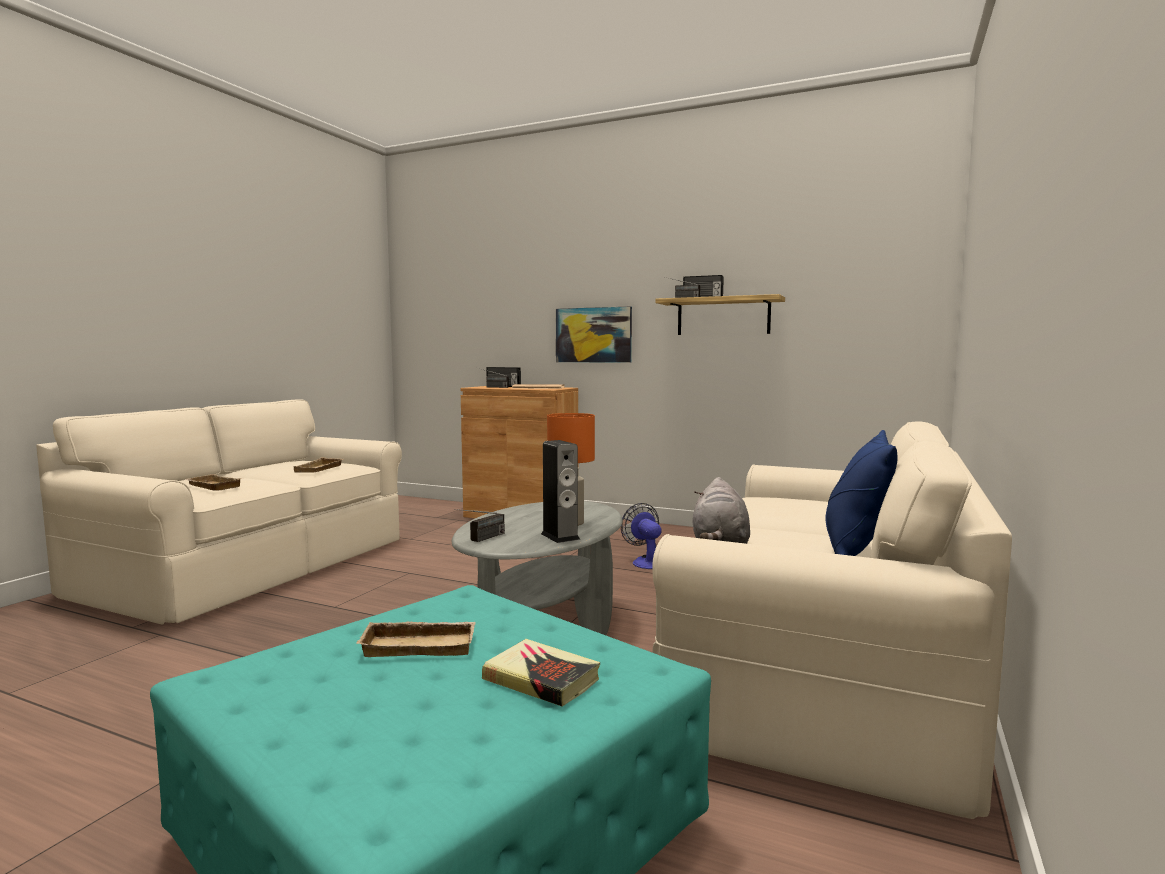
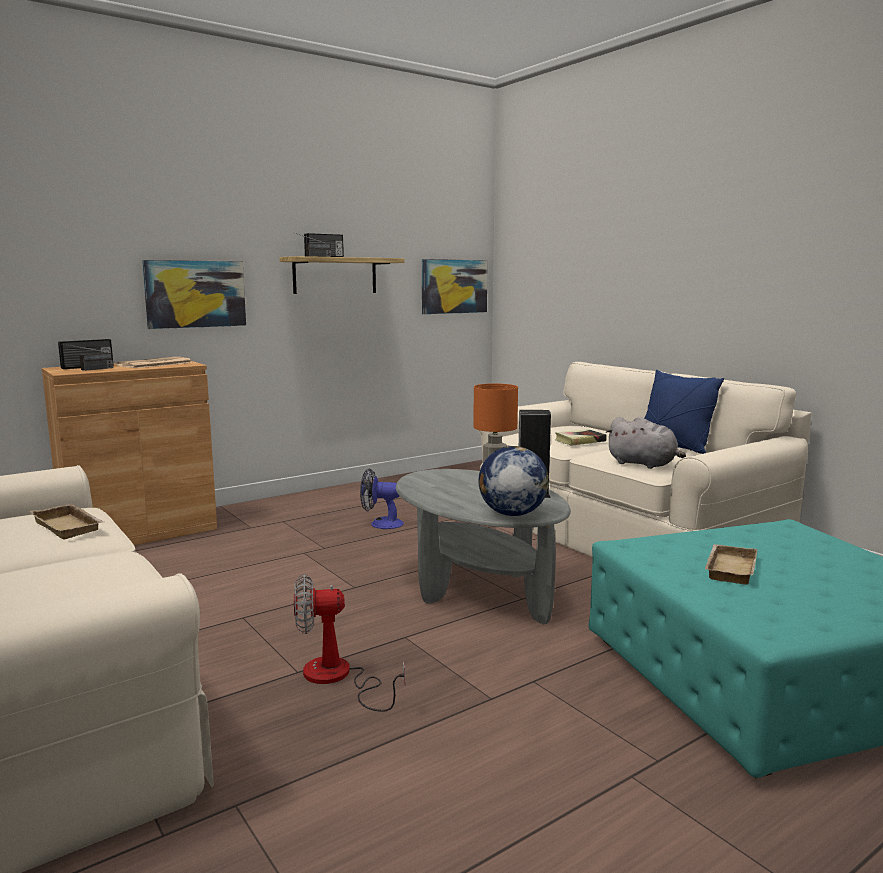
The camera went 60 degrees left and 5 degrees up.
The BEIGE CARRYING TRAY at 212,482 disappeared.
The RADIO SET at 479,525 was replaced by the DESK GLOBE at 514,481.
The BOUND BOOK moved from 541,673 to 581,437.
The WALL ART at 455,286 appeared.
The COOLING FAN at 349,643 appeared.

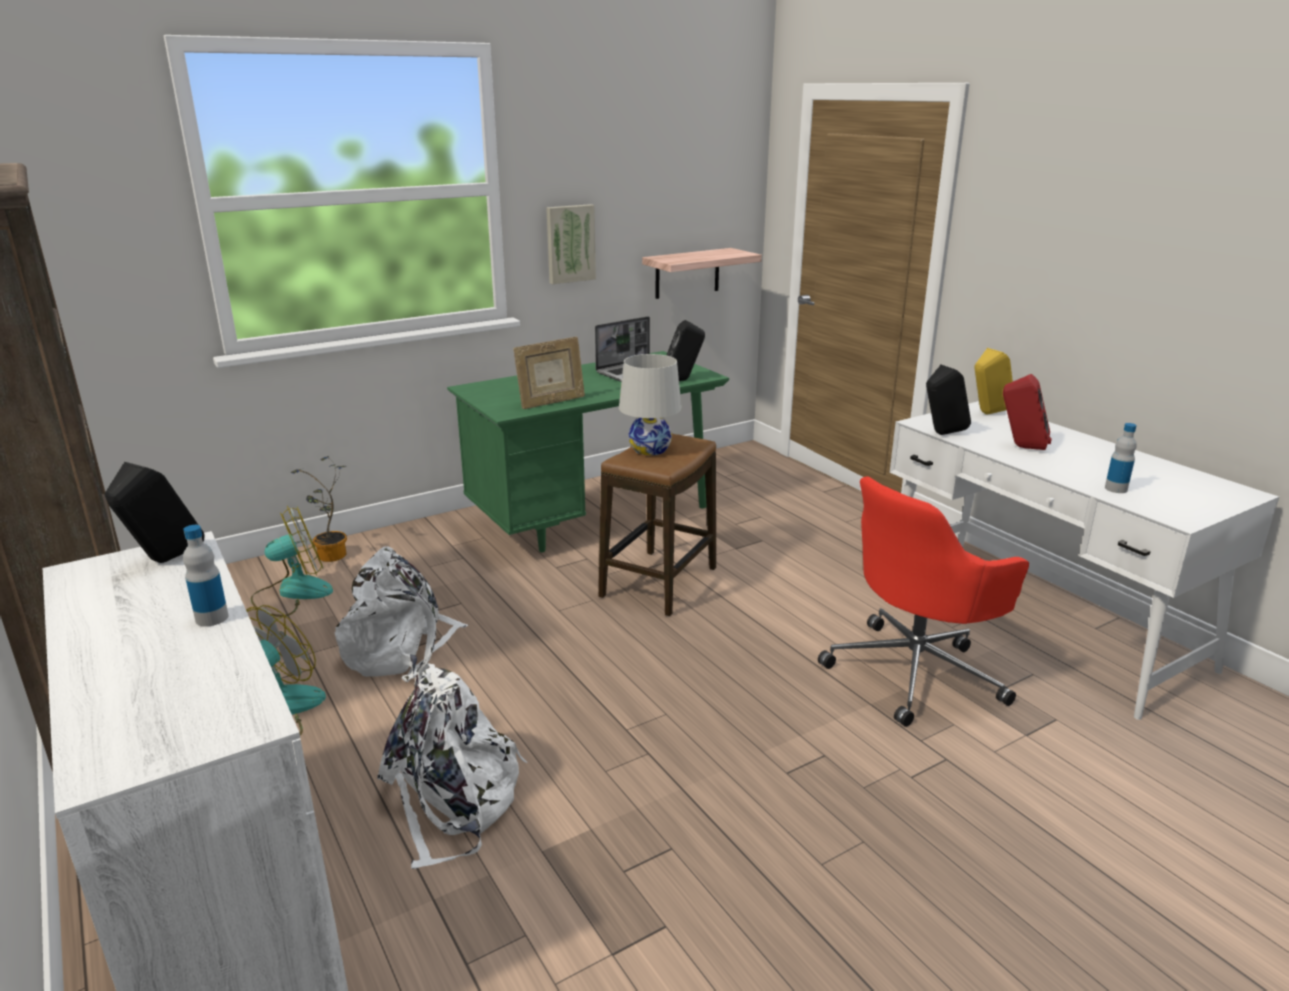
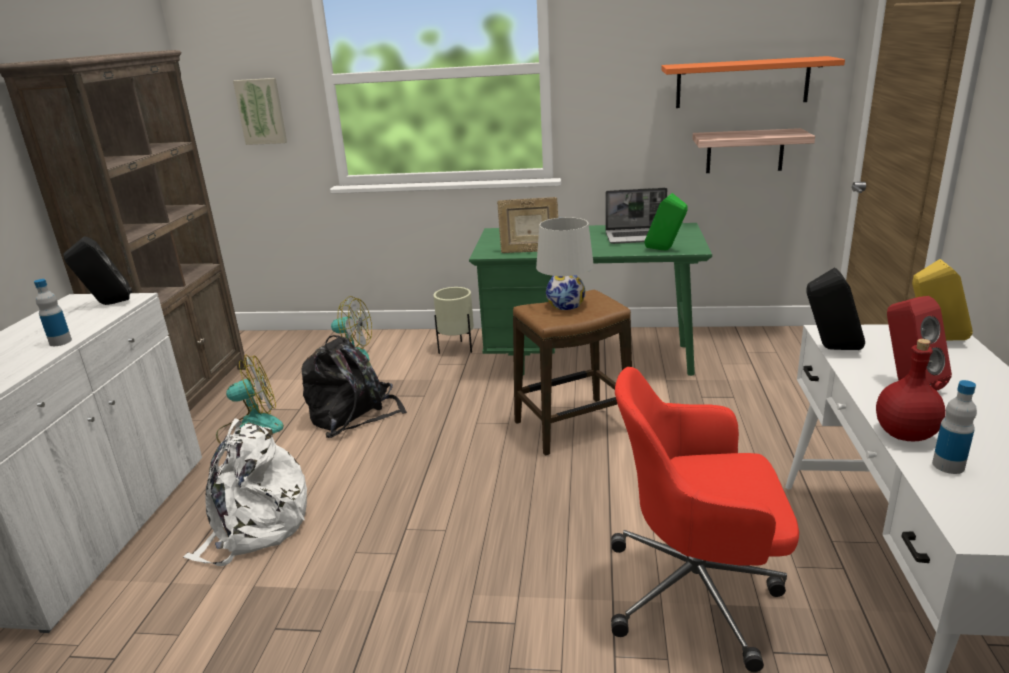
The camera went 40 degrees right and 0 degrees up.
The WALL ART moved from 571,244 to 260,111.
The BLACK LOUDSPEAKER at 685,350 became the GREEN LOUDSPEAKER at 666,221.
The POTTED PLANT at 319,509 disappeared.
The WHITE-COLOURED BACKPACK at 401,614 became the BLACK BACKPACK at 354,386.
The ORANGEY BRACKET SHELF at 753,82 appeared.
The BEIGE PLANTER at 453,320 appeared.
The RED BOTTLE at 911,390 appeared.

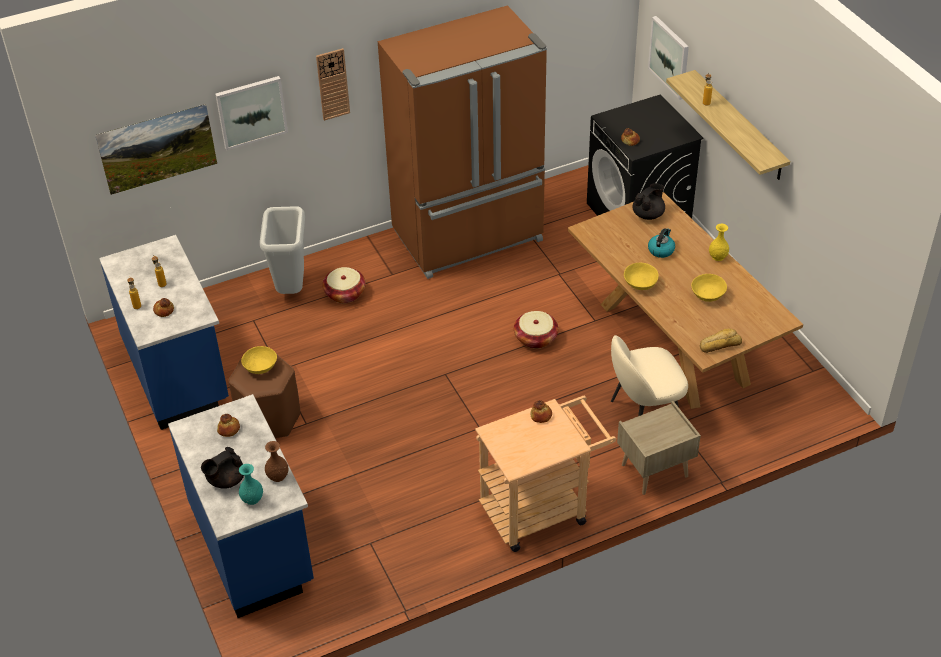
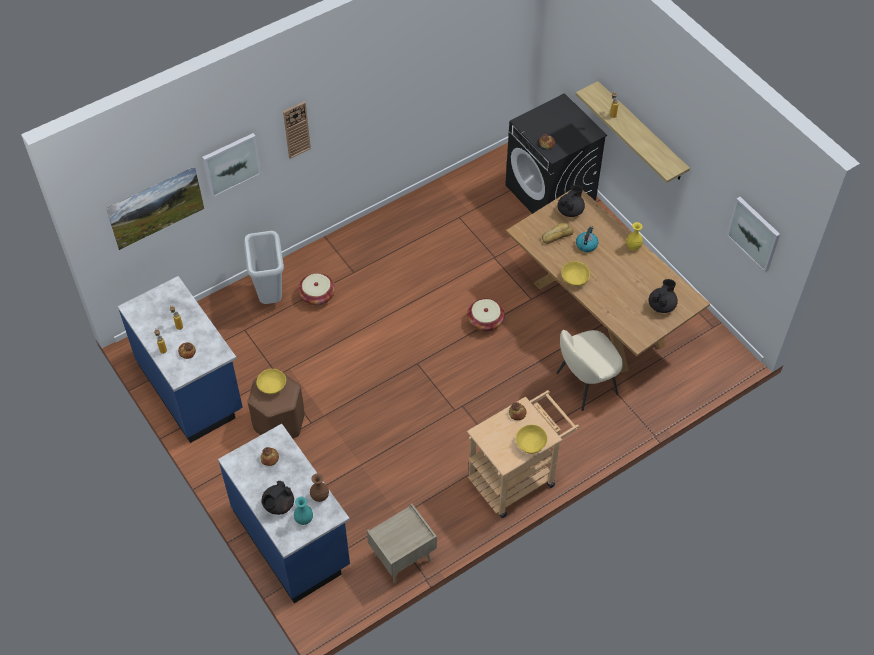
The camera went 10 degrees left and 10 degrees up.
The BROWN-COLOURED KITCHEN FRIDGE at 462,142 disappeared.
The WALL ART moved from 668,58 to 753,235.
The YELLOWISH SERVING BOWL moved from 709,288 to 532,439.
The BAKERY BREAD moved from 721,340 to 558,233.
The BEIGE NIGHT TABLE moved from 659,448 to 402,544.
The BLACK POT FOR TEA at 663,296 appeared.

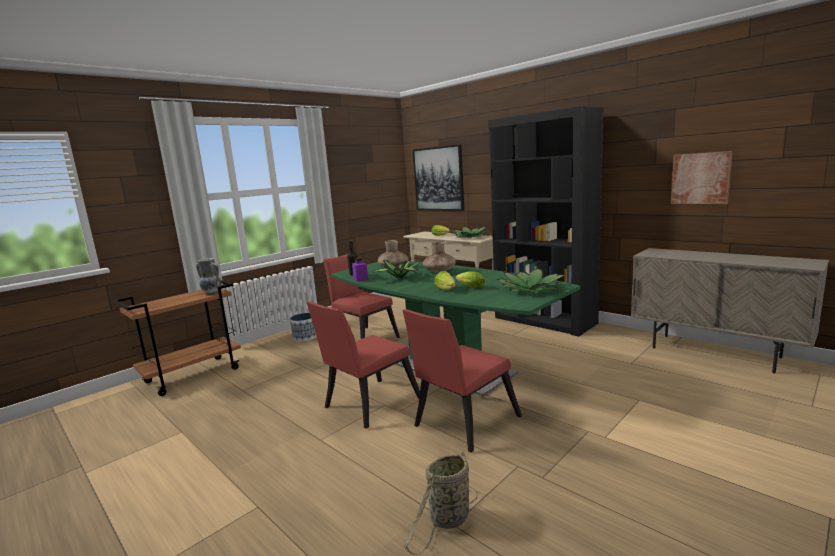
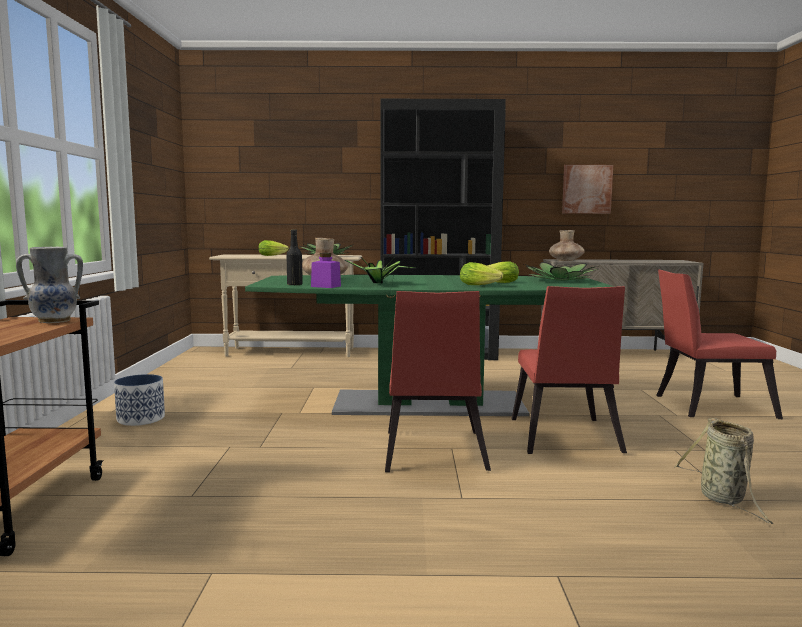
The camera went 45 degrees left and 5 degrees down.
The WALL ART at 438,177 disappeared.
The BROWN-COLOURED VASE moved from 439,257 to 567,245.
The RED UPRIGHT CHAIR moved from 361,296 to 719,344.

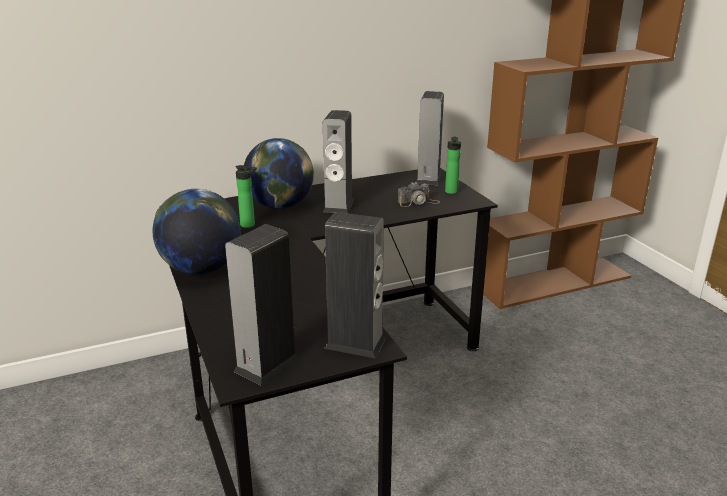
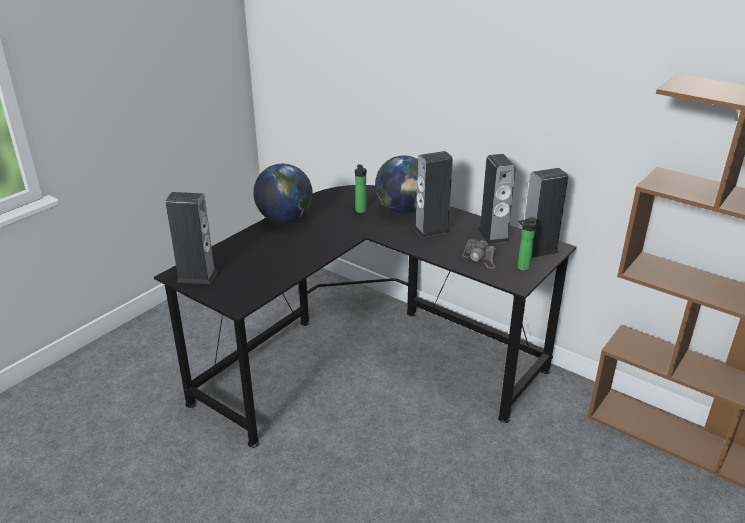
The camera went 60 degrees right and 5 degrees up.
The LOUDSPEAKER moved from 355,285 to 497,199.

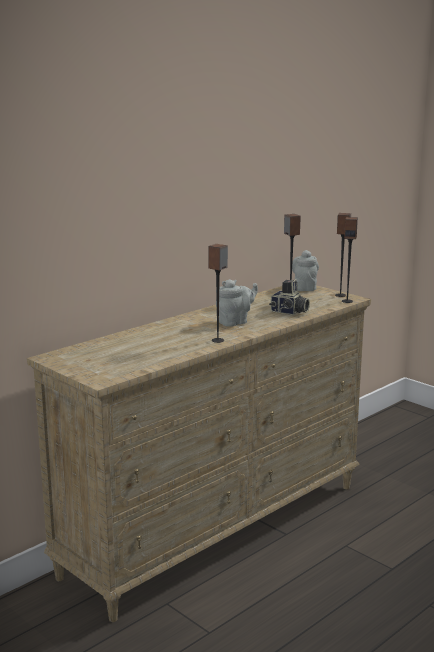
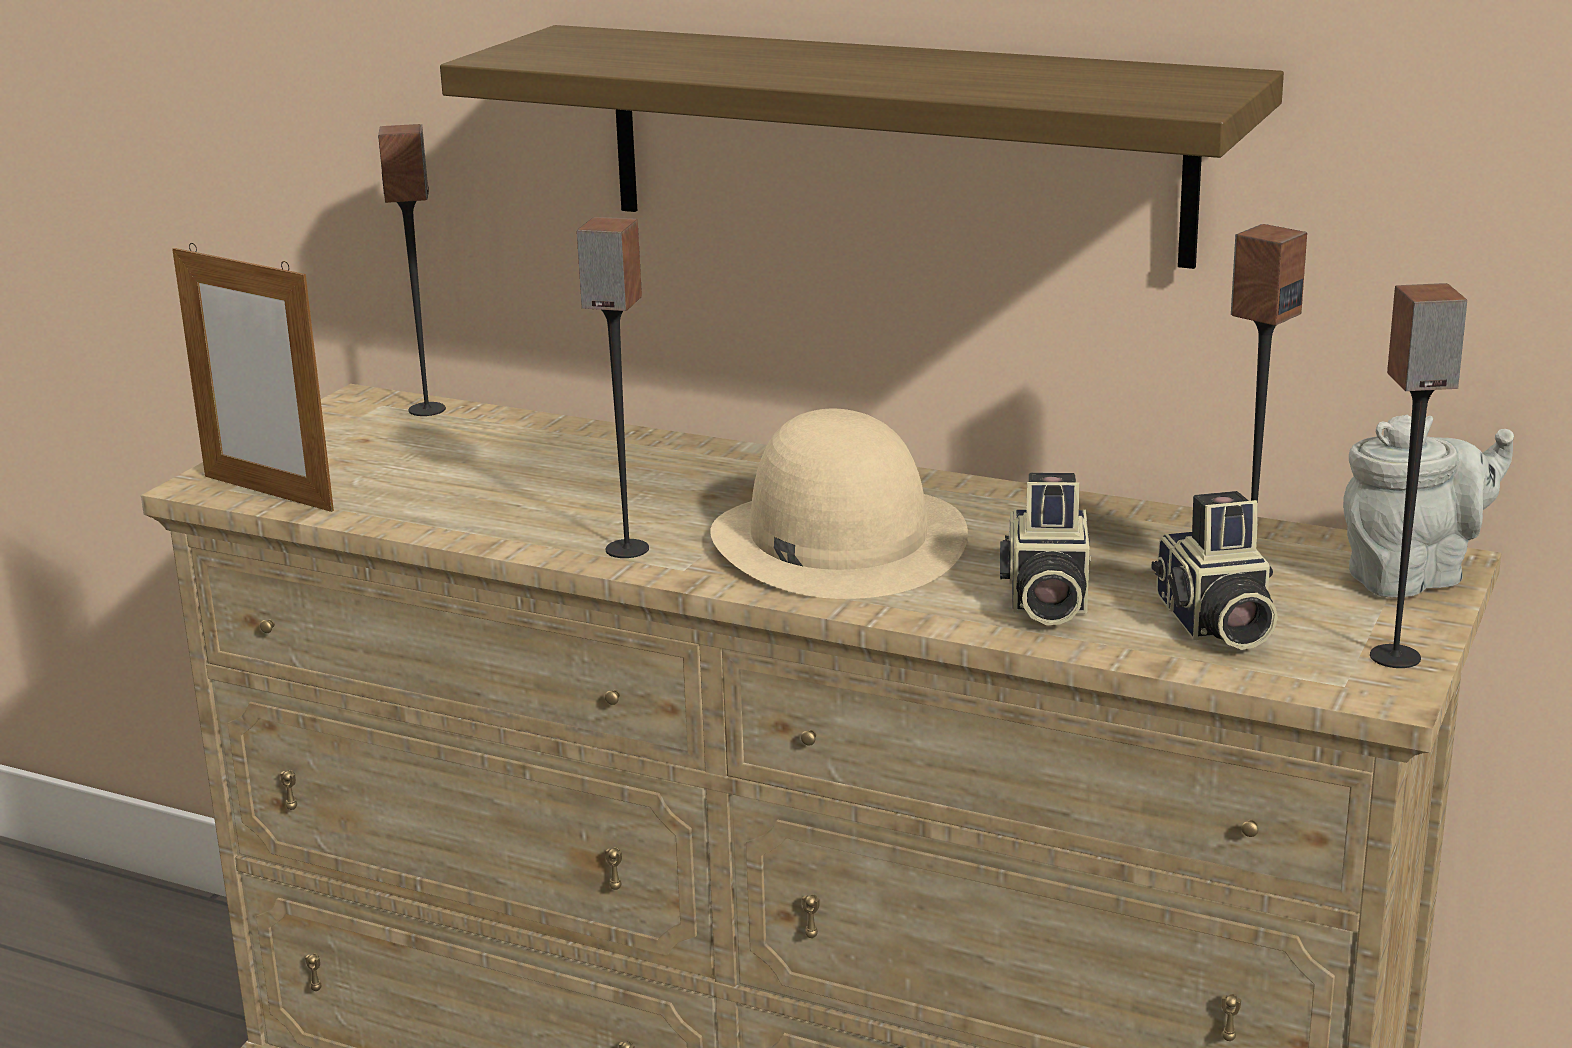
The camera went 70 degrees right and 5 degrees up.
The LOUDSPEAKER moved from 350,260 to 412,270.
The GREY POT FOR TEA at 237,302 was replaced by the BEIGE HAT at 839,504.
The BRACKET SHELF at 862,147 appeared.
The STANDING FRAME at 253,377 appeared.
The PHOTO CAMERA at 1215,570 appeared.

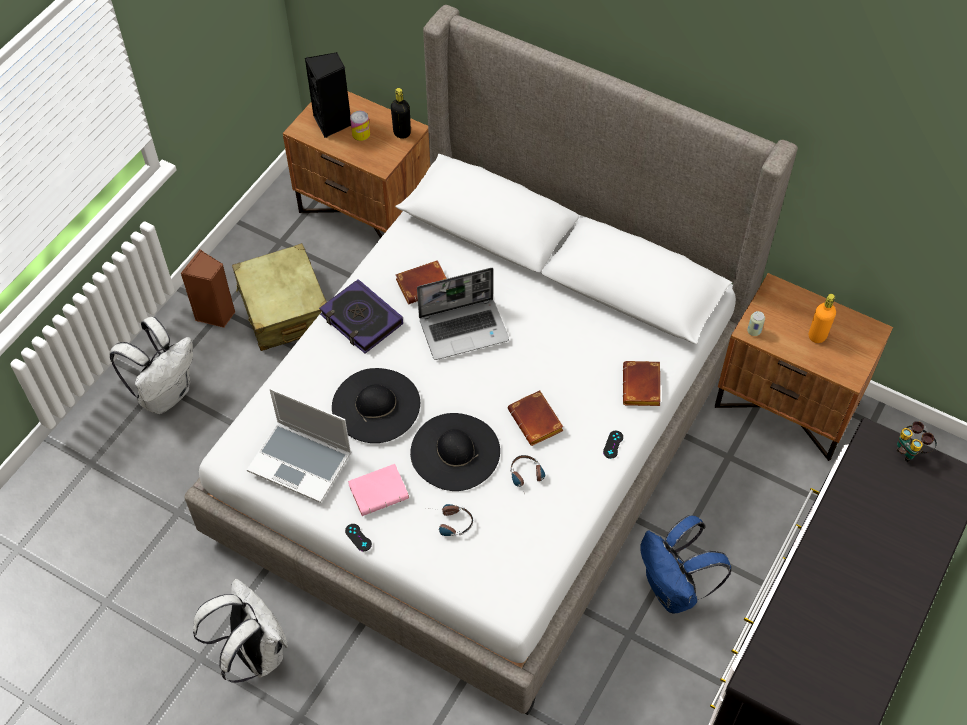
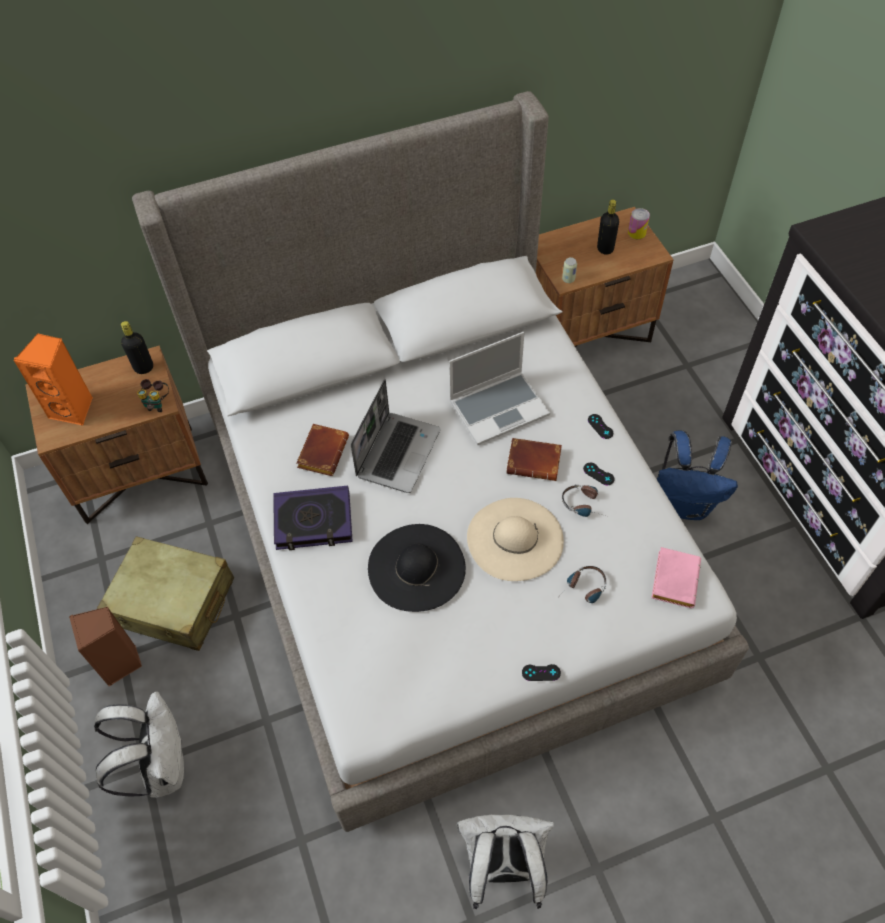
The camera went 50 degrees left and 0 degrees up.
The BLACK LOUDSPEAKER at 328,95 became the ORANGEY LOUDSPEAKER at 53,379.
The CAN moved from 360,126 to 639,223.
The ORANGEY BOTTLE at 822,318 became the BLACK BOTTLE at 608,227.
The BROWN-COLOURED BOUND BOOK at 642,383 disappeared.
The NOTEBOOK COMPUTER moved from 299,445 to 499,388.
The BLACK HAT at 455,452 became the BEIGE HAT at 515,539.
The FIELD GLASSES moved from 917,441 to 153,395.
The PINK-COLOURED BOUND BOOK moved from 378,490 to 676,577.
The BLACK JOYPAD at 599,474 appeared.

